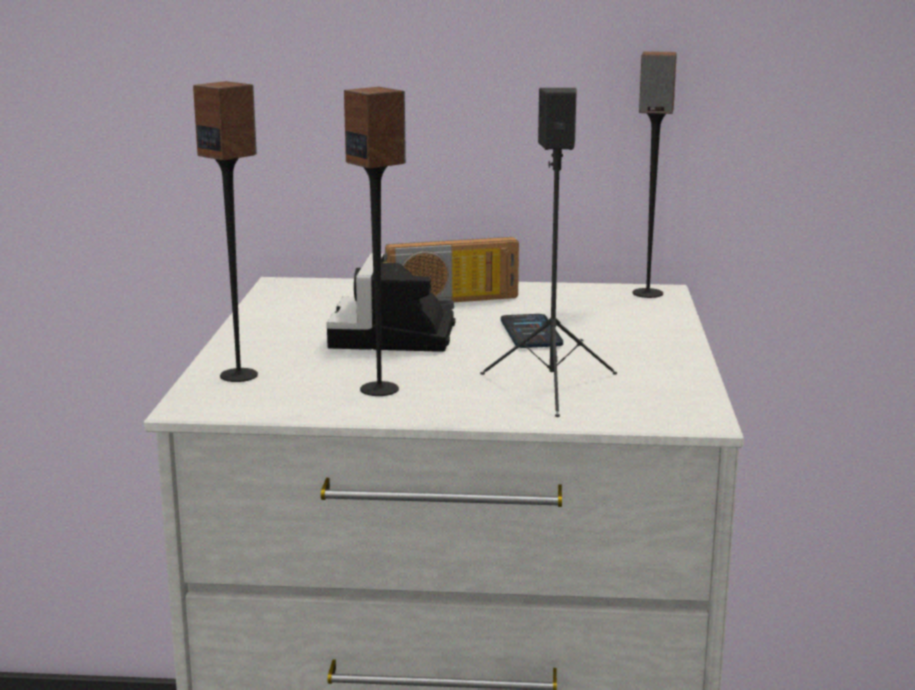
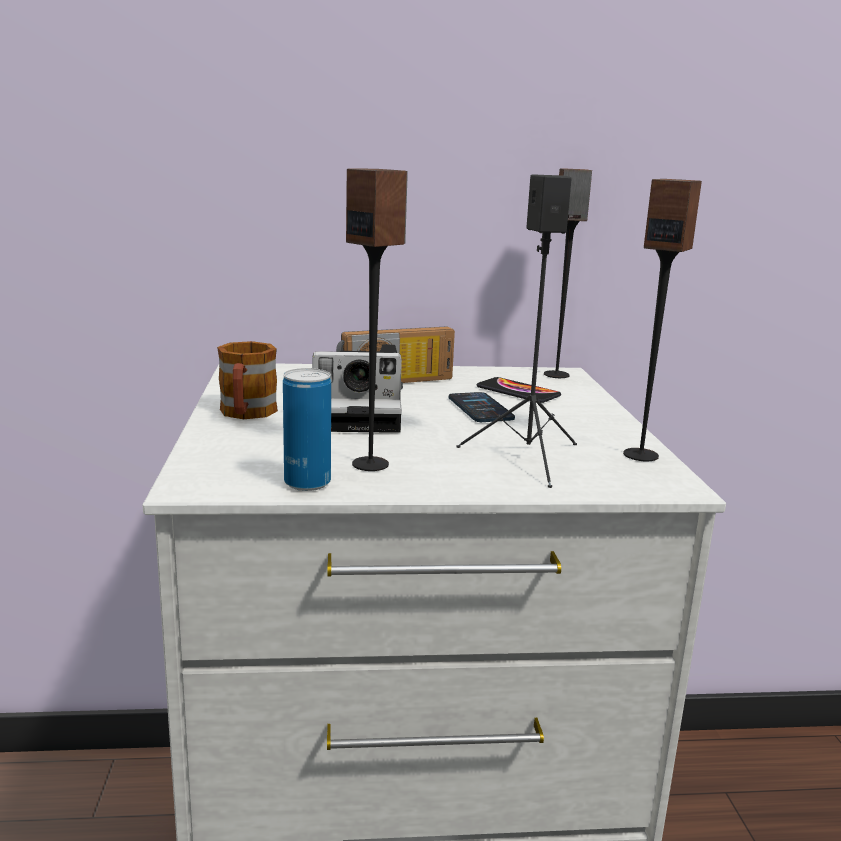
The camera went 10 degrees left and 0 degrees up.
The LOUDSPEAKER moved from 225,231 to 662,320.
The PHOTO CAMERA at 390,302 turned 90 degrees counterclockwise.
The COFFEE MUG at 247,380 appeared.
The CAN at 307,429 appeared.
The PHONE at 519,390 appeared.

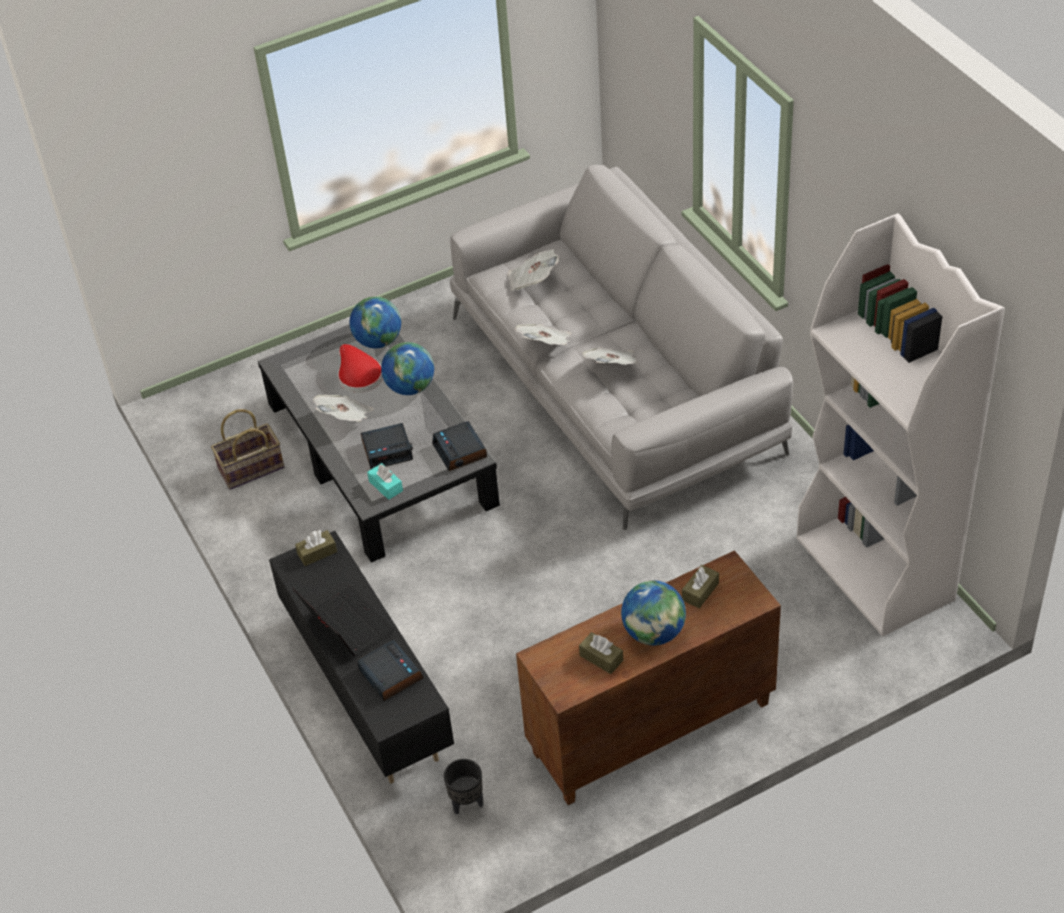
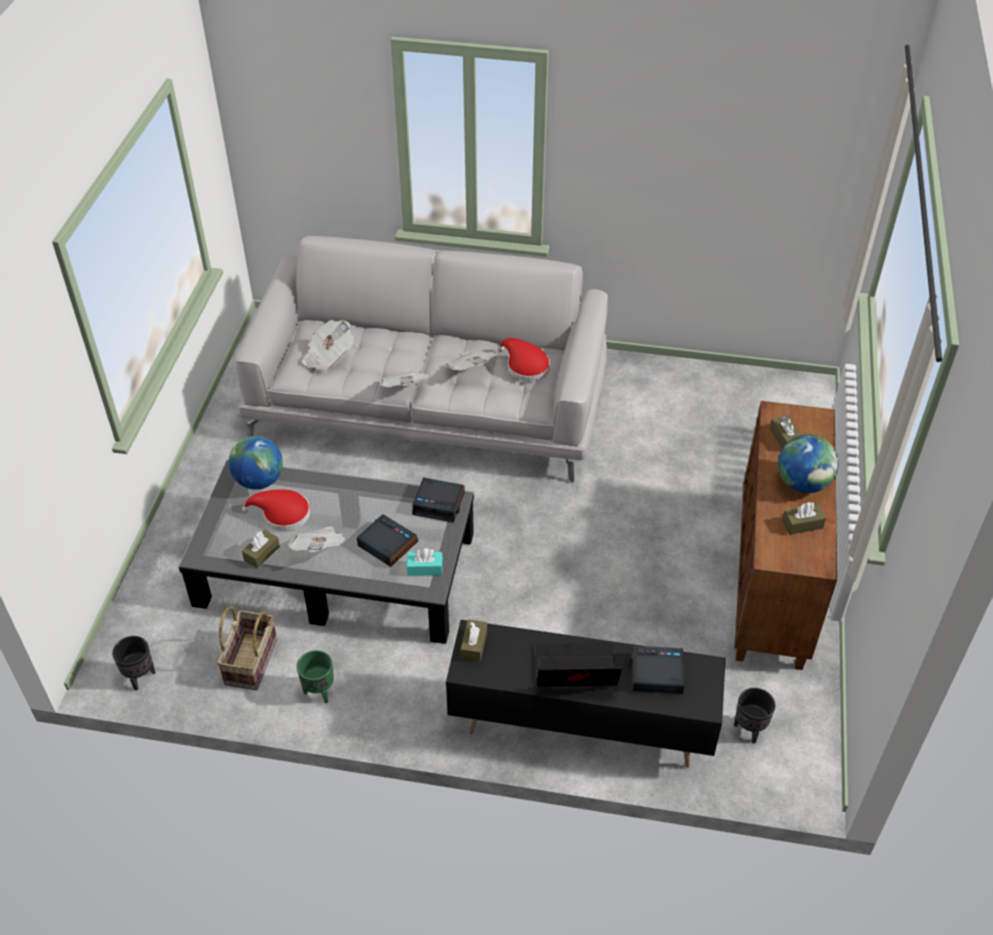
The camera went 55 degrees left and 0 degrees up.
The WHITE-COLOURED BOOKCASE at 900,424 disappeared.
The DESK GLOBE at 407,368 disappeared.
The BEDSIDE CLOCK at 387,446 turned 75 degrees counterclockwise.
The RED HAT at 524,360 appeared.
The BROWN-COLOURED BOX OF TISSUES at 261,549 appeared.
The BLACK PLANTER at 134,663 appeared.
The GREEN PLANTER at 315,677 appeared.

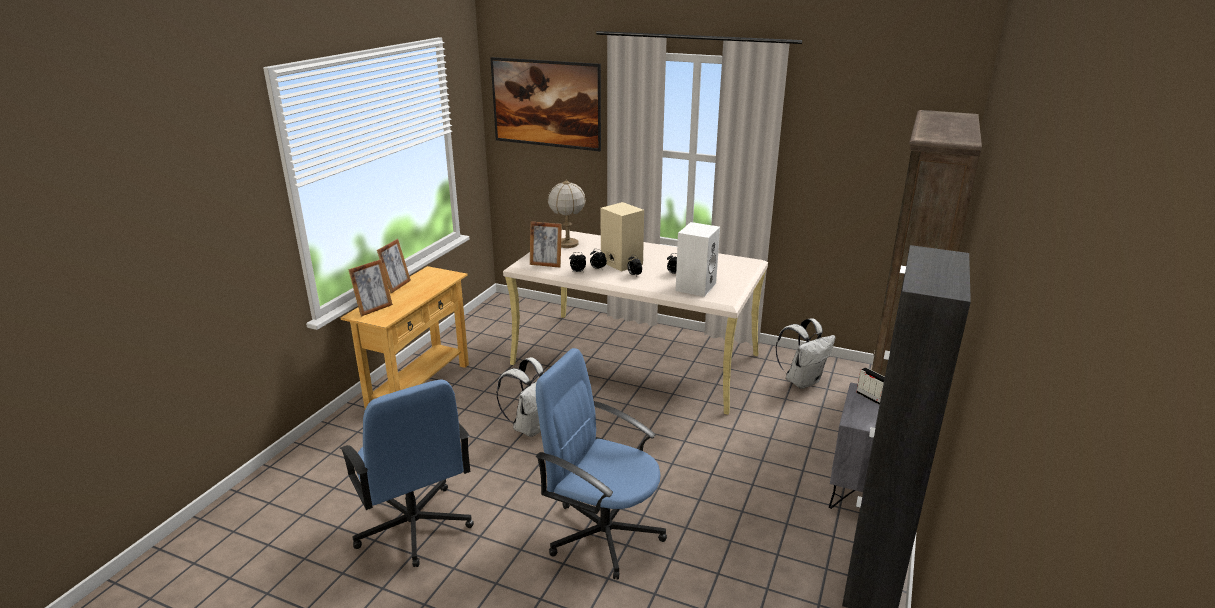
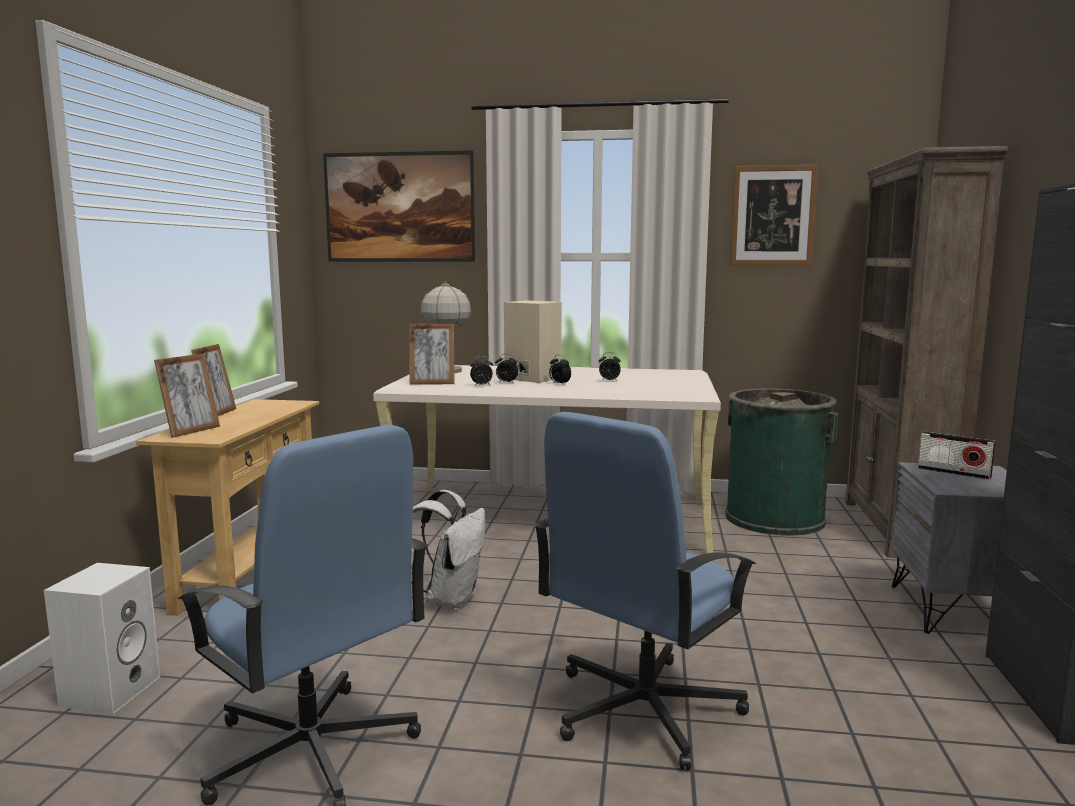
The camera went 15 degrees left and 15 degrees down.
The WHITE-COLOURED LOUDSPEAKER moved from 697,259 to 102,638.
The WHITE-COLOURED BACKPACK at 805,353 was replaced by the GREEN RUBBISH BIN at 781,462.
The BLUE COMPUTER CHAIR at 601,464 turned 60 degrees counterclockwise.
The WALL ART at 774,215 appeared.

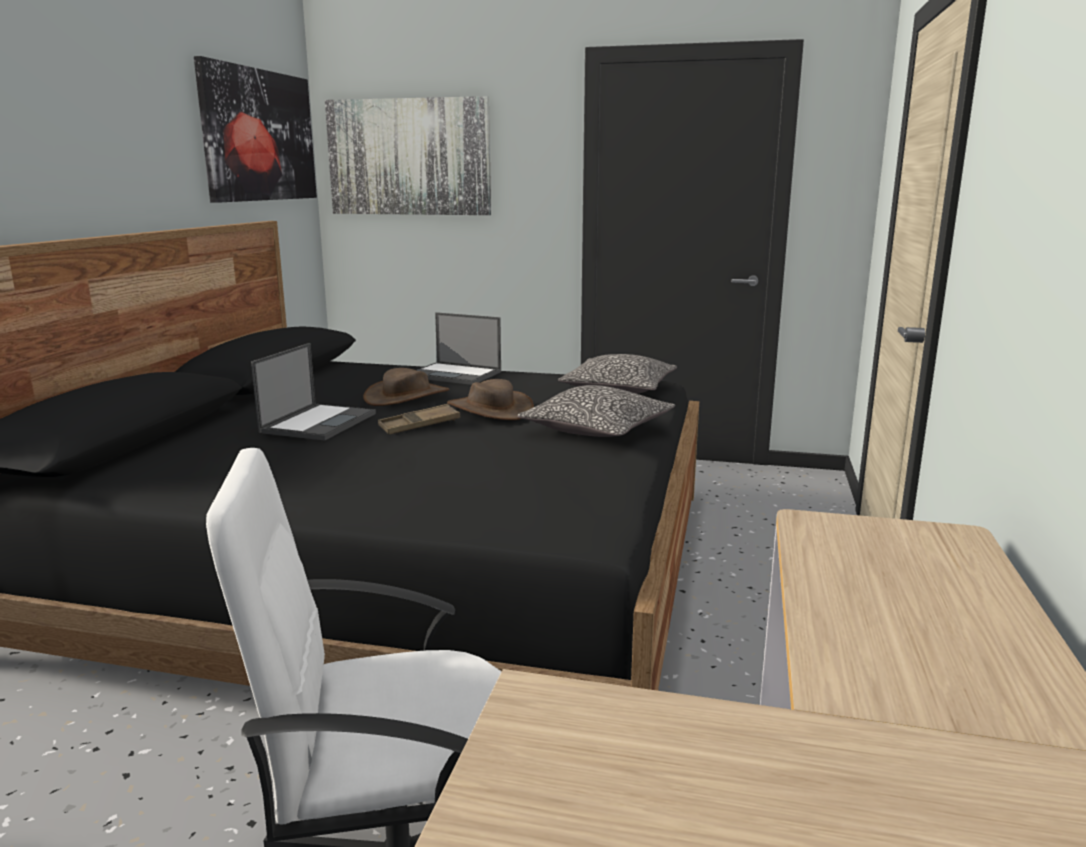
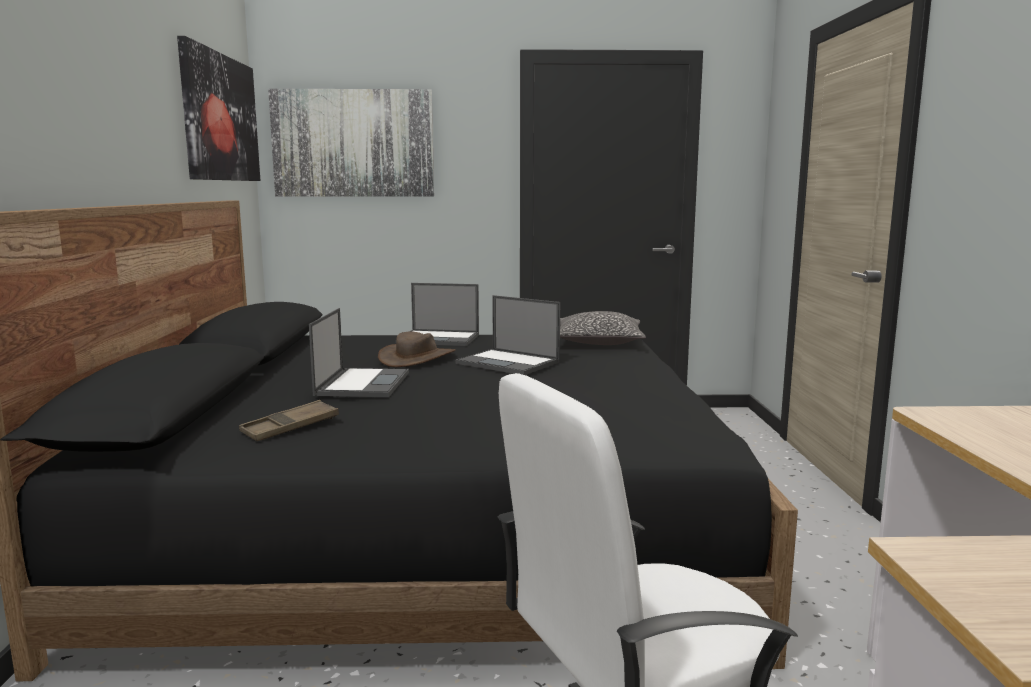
The camera went 15 degrees left and 5 degrees down.
The BROWN-COLOURED HAT at 490,399 was replaced by the NOTEBOOK COMPUTER at 507,335.
The CUSHION at 596,411 disappeared.
The BROWN-COLOURED CARRYING TRAY moved from 419,419 to 289,420.

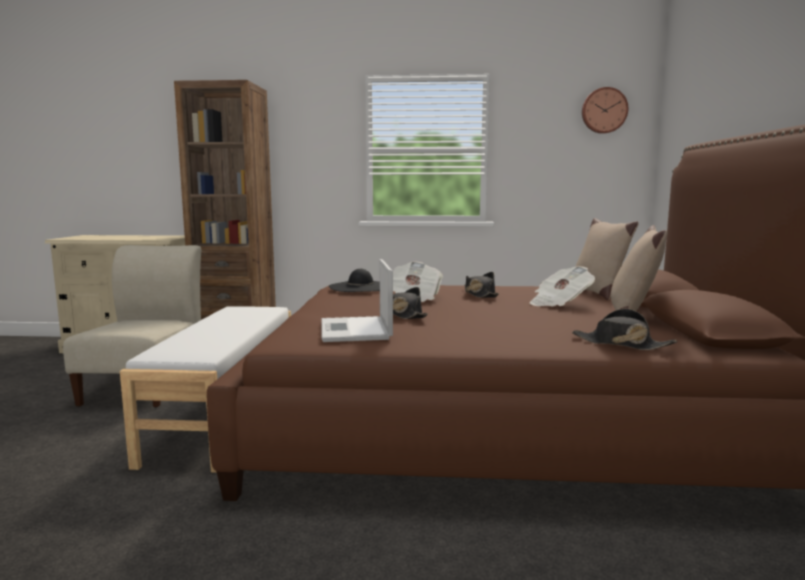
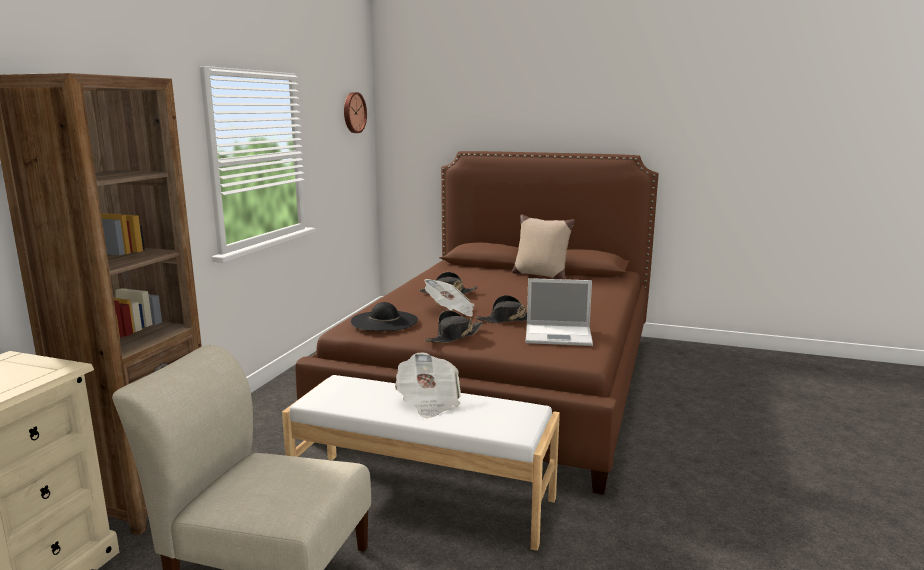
The camera went 75 degrees left and 5 degrees up.
The BEIGE CUSHION at 607,259 disappeared.
The PRINTED PAPER moved from 562,286 to 428,385.
The BLACK HAT moved from 624,329 to 454,326.

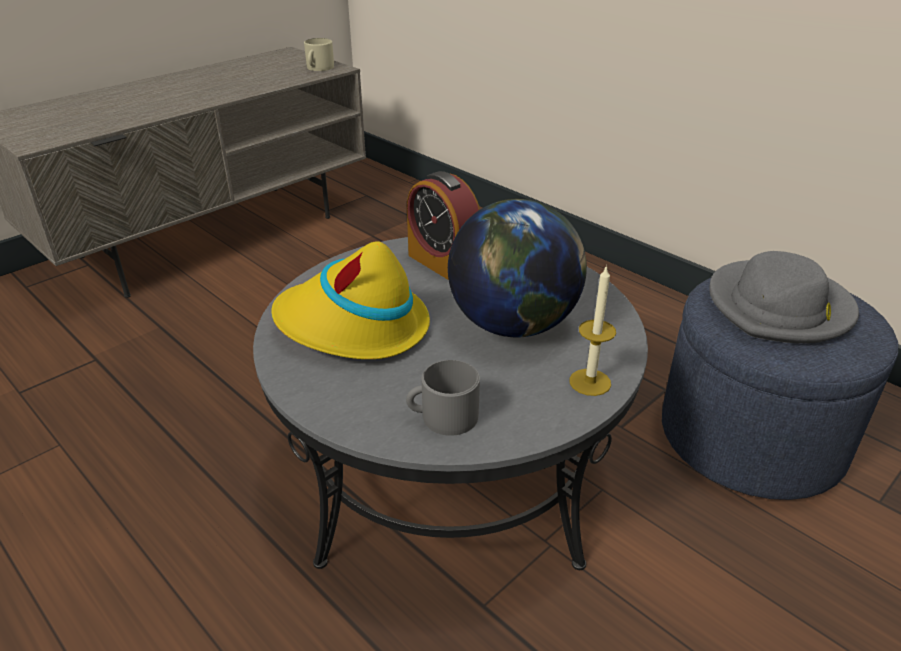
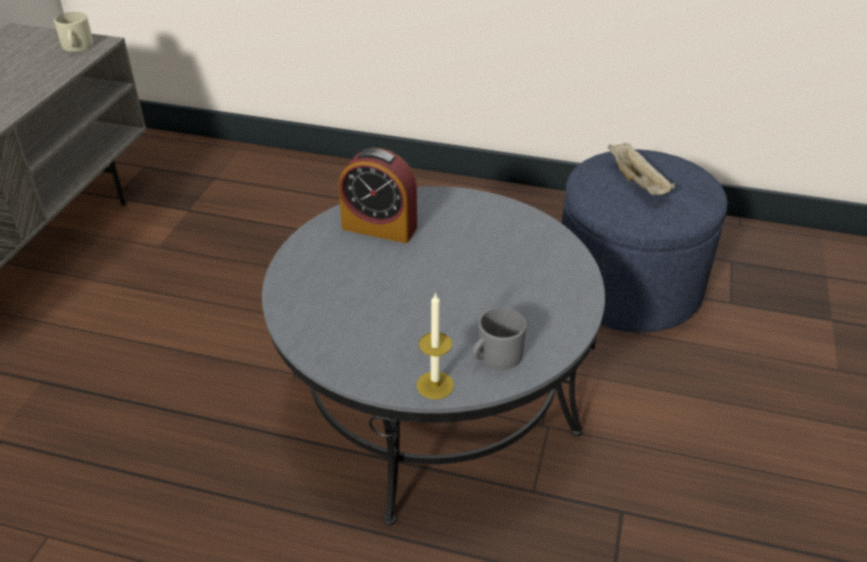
The camera went 30 degrees left and 5 degrees up.
The DESK GLOBE at 517,268 disappeared.
The YELLOWISH HAT at 350,300 disappeared.
The GREY HAT at 784,297 was replaced by the BEIGE CARRYING TRAY at 641,169.
The CANDLE moved from 592,330 to 435,345.

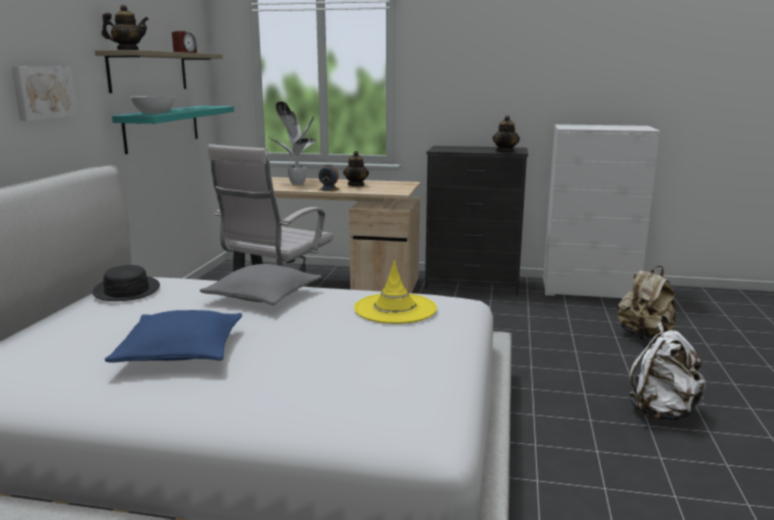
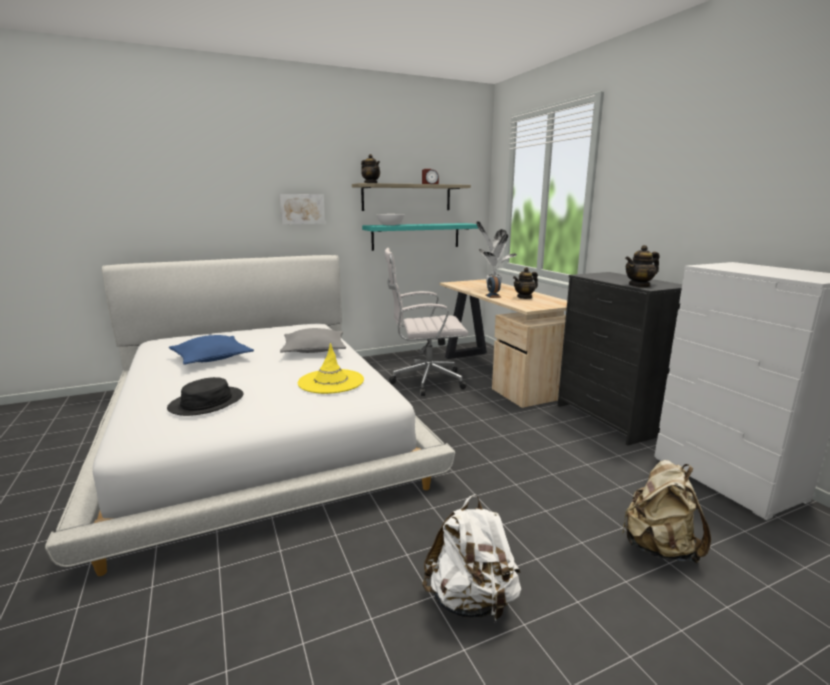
The camera went 55 degrees right and 0 degrees up.
The BLACK HAT moved from 126,283 to 205,396.

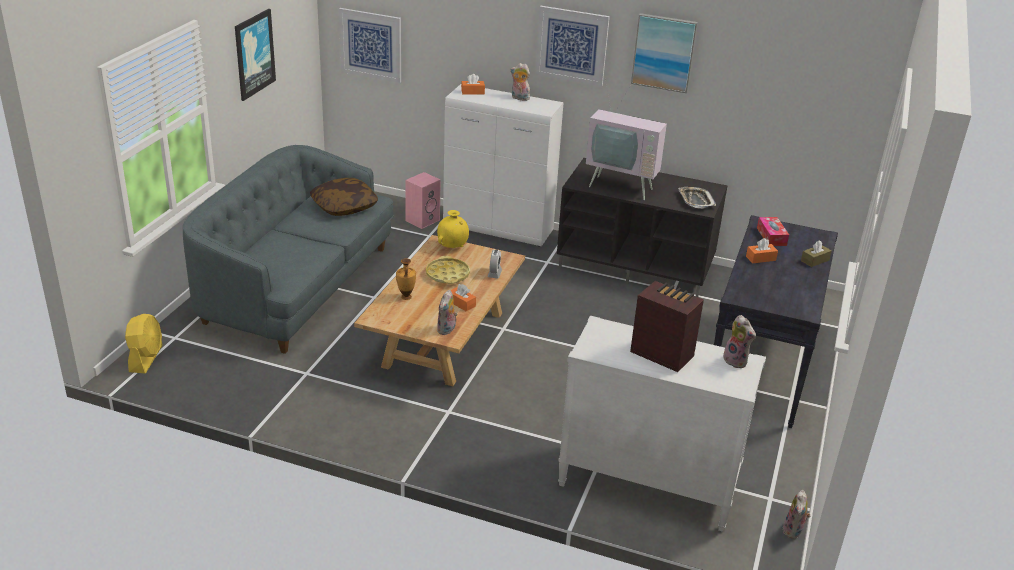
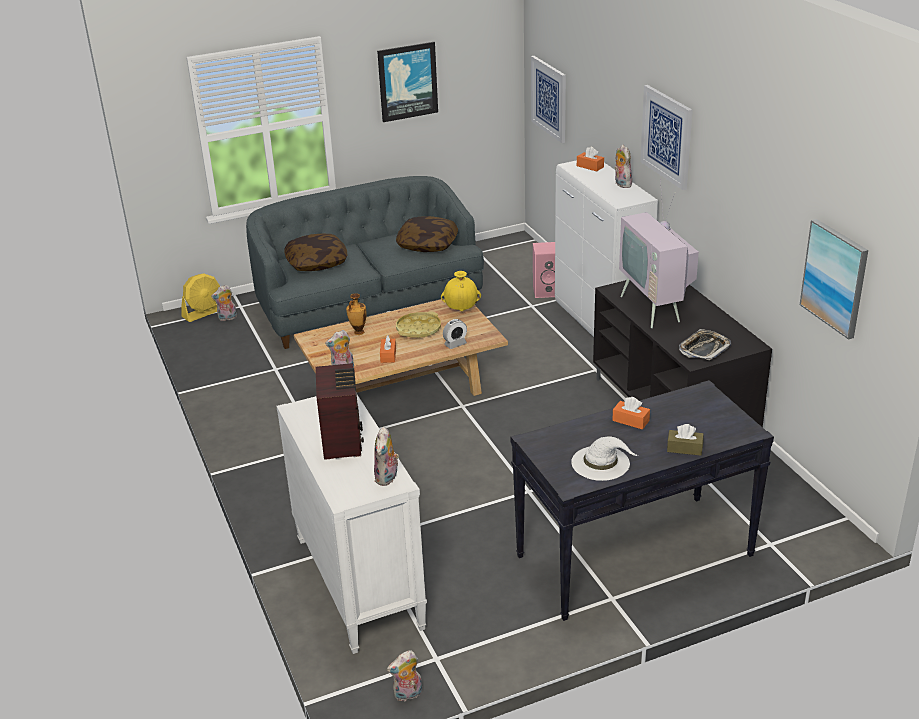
The camera went 50 degrees right and 0 degrees up.
The WALL ART moved from 664,53 to 834,279.
The BOX OF TISSUES at 773,231 disappeared.
The CUSHION at 315,252 appeared.
The SOFT TOY at 224,303 appeared.
The WHITE-COLOURED HAT at 604,458 appeared.

